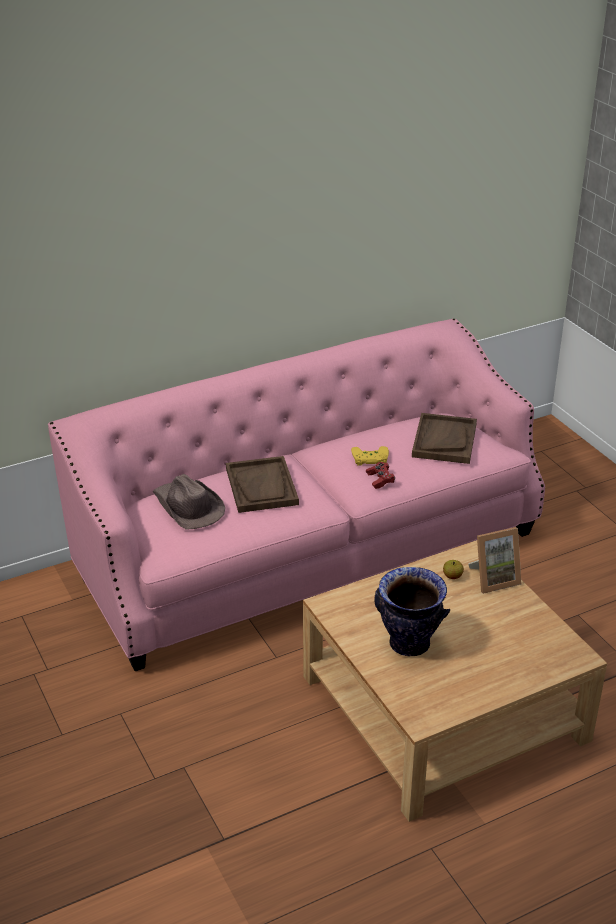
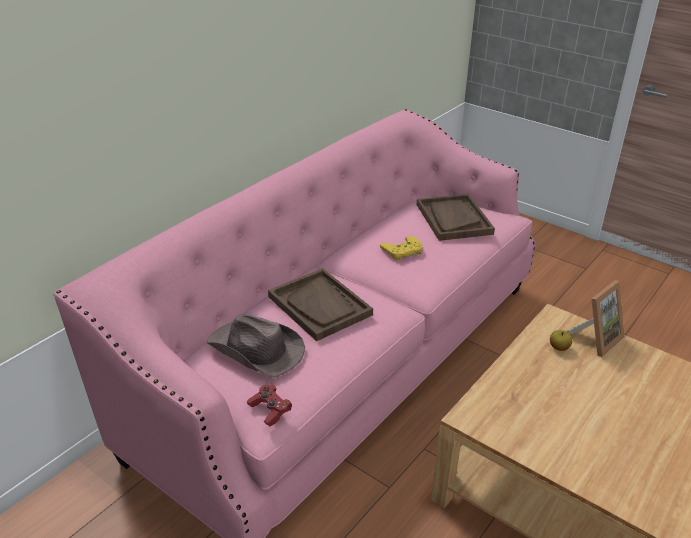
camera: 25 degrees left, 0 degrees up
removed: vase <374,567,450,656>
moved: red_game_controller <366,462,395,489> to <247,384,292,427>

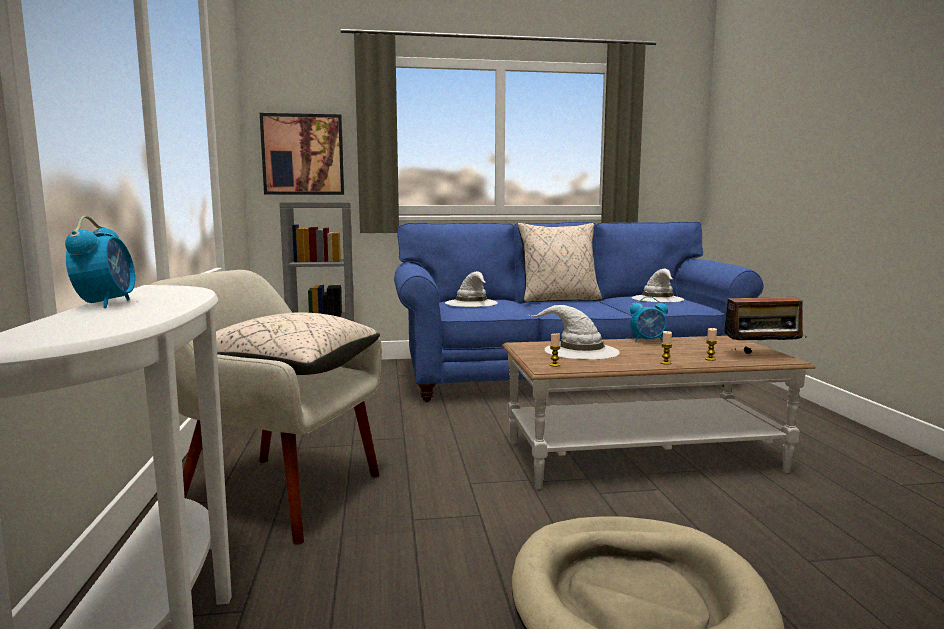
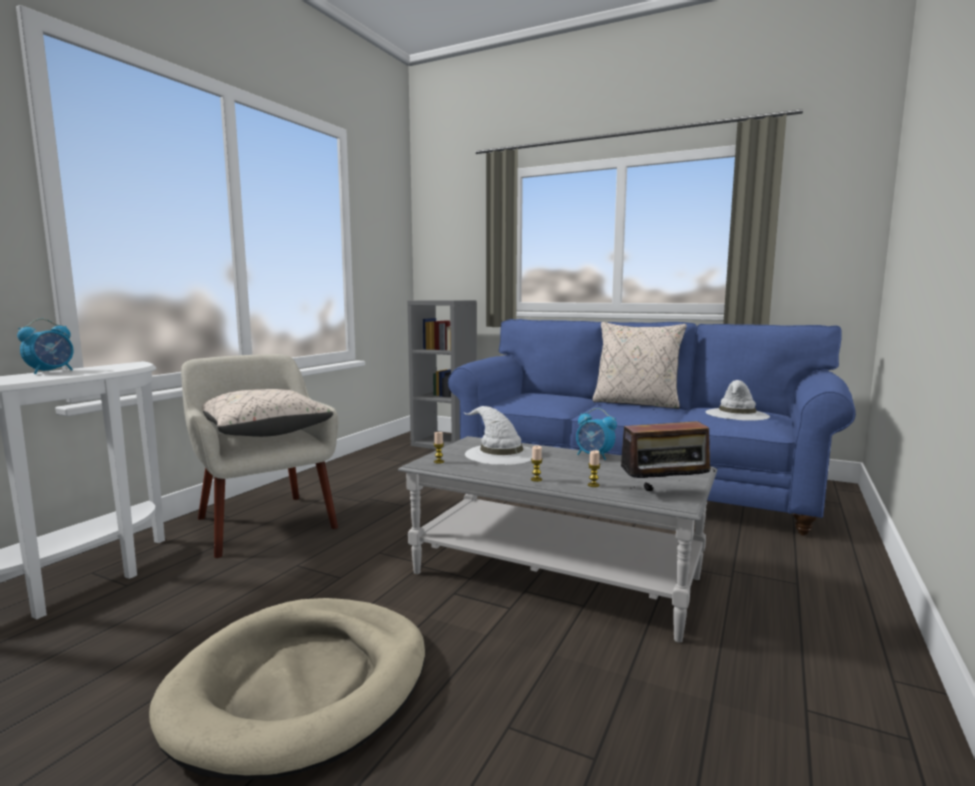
camera: 35 degrees right, 0 degrees up
removed: picture <260,113,344,195>; white_hat <445,271,498,307>
recoloured: brown_coffee_table <502,336,815,490> to grey_coffee_table <398,436,717,643>
turned: radio <719,282,808,354> = <621,409,715,491> 45 degrees counterclockwise

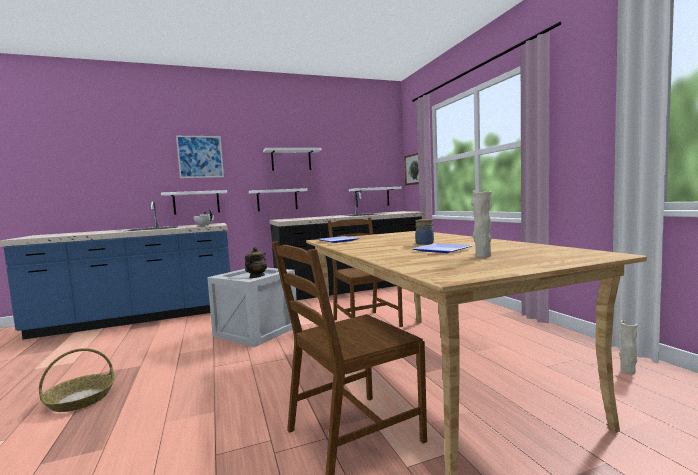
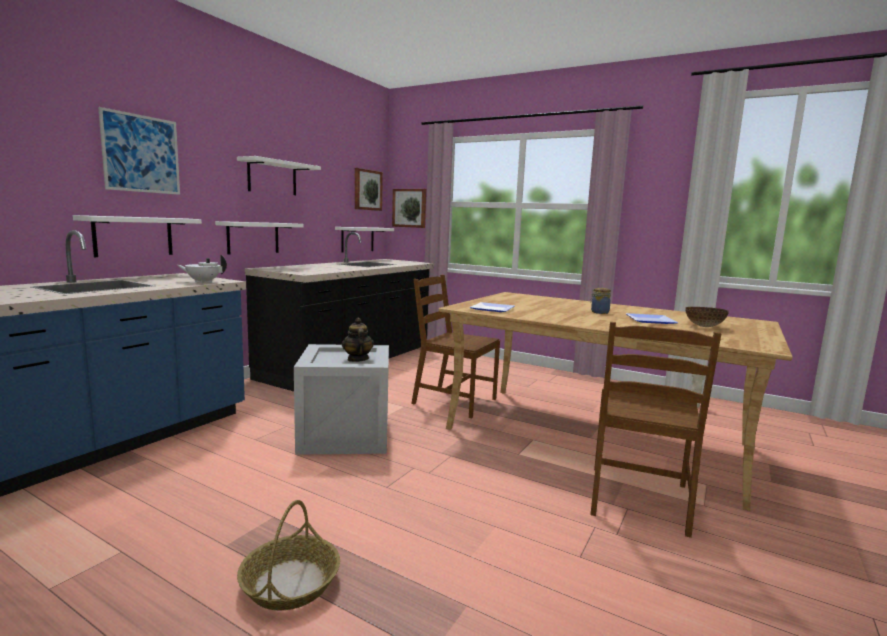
camera: 40 degrees left, 5 degrees up
added: picture <355,168,383,211>
replaced: beige_vase <471,190,492,258> to bowl <685,307,729,327>

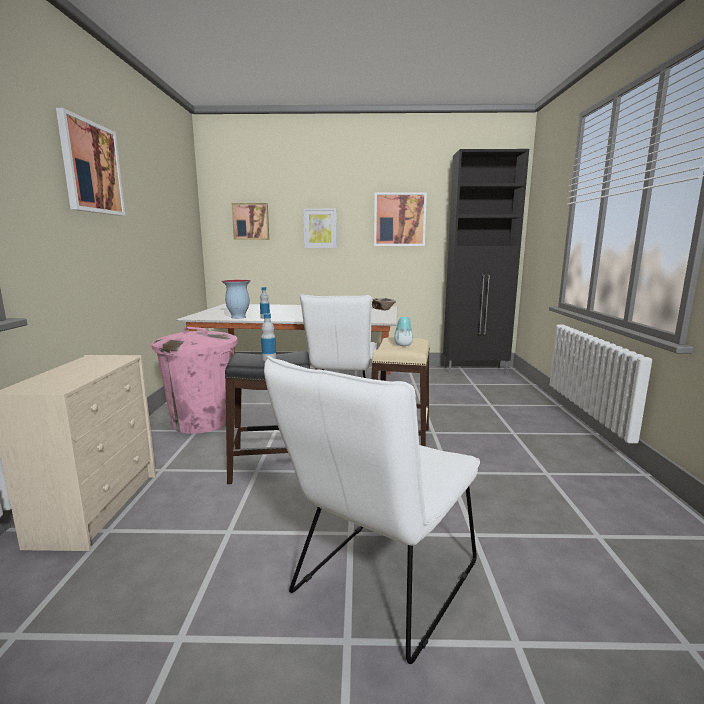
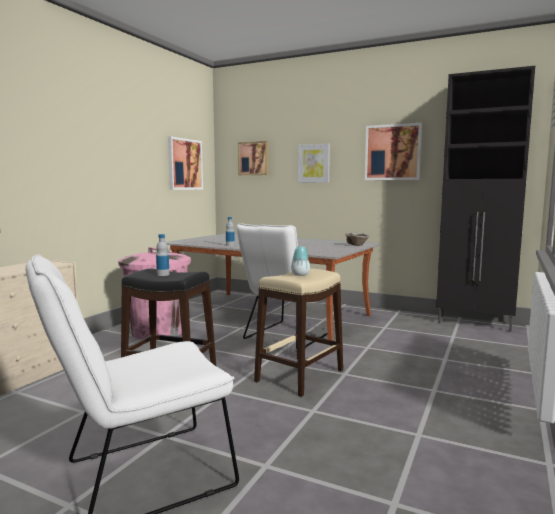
camera: 25 degrees right, 5 degrees down
removed: vase <222,280,251,319>
moved: picture <56,108,125,216> to <168,136,203,190>

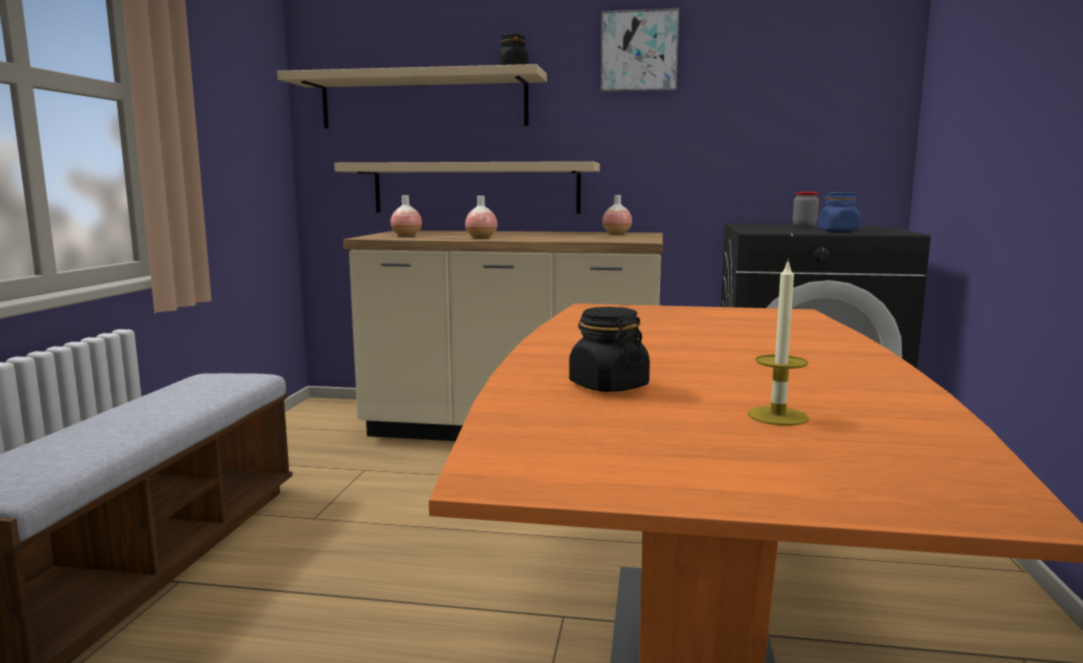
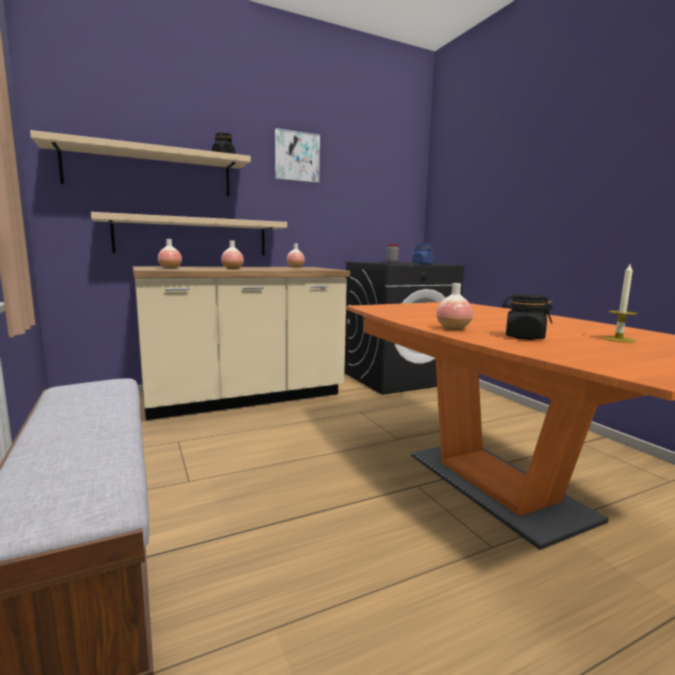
camera: 35 degrees left, 0 degrees up
added: vase <436,283,473,330>

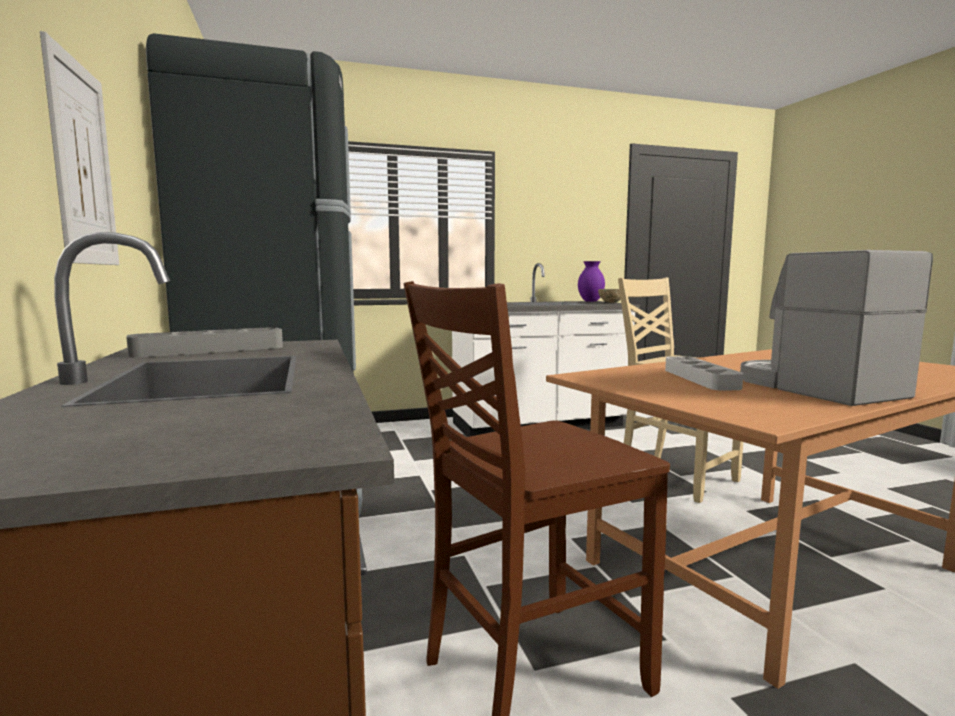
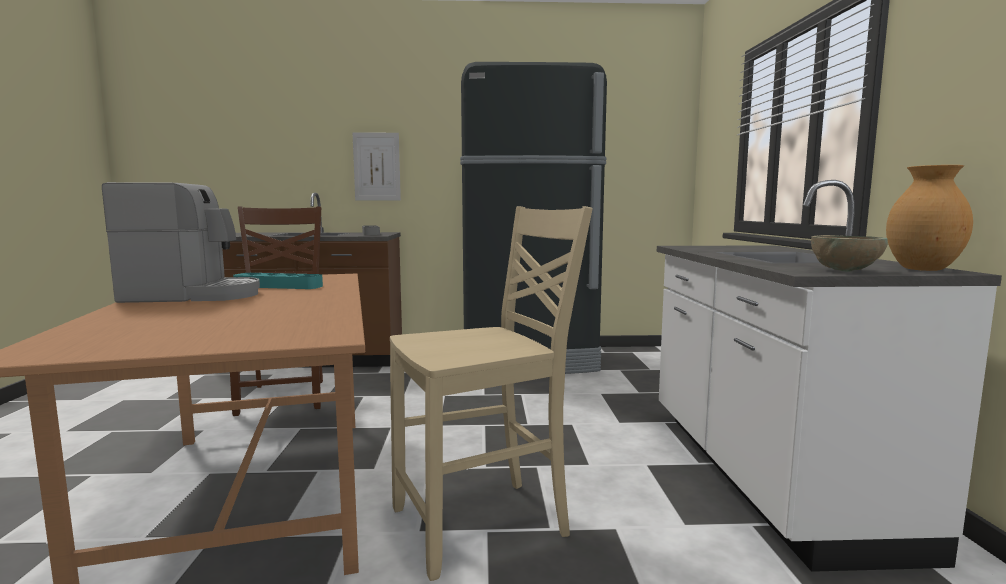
camera: 105 degrees right, 0 degrees up
recoloured: purple_vase <578,261,605,302> to brown_vase <886,165,973,271>; grey_tray <665,356,743,391> to turquoise_tray <233,273,323,289>

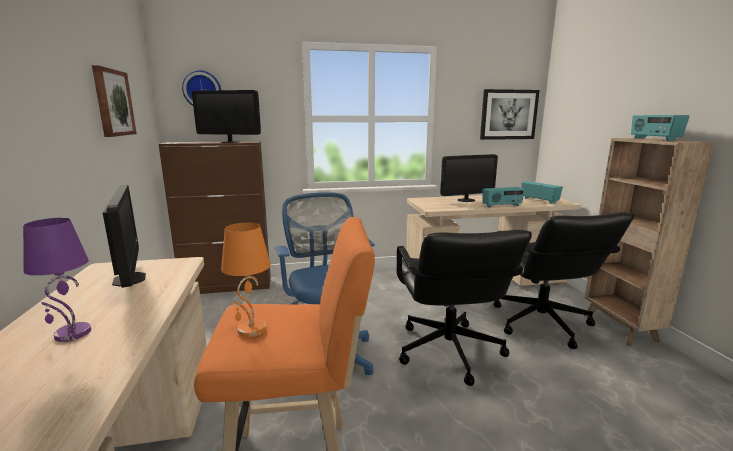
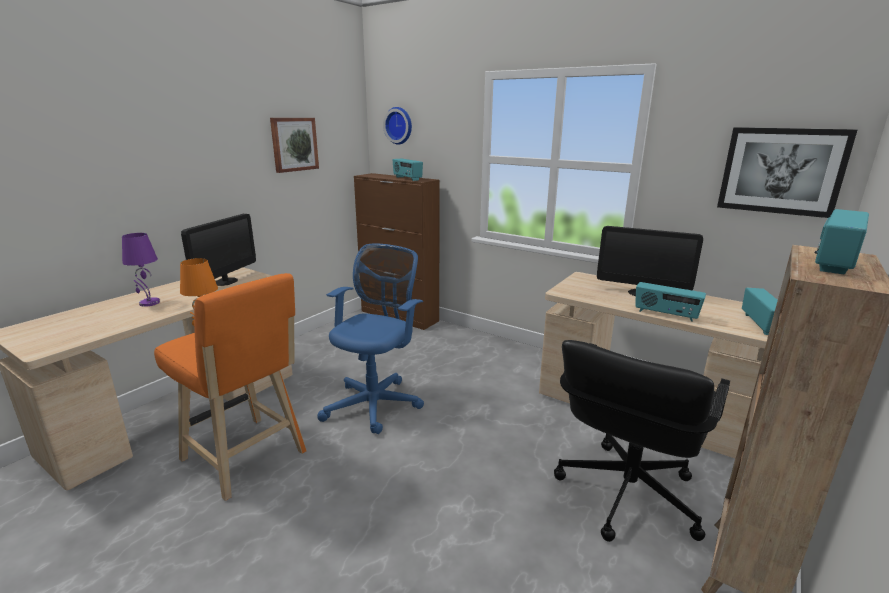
camera: 45 degrees right, 5 degrees up
removed: black_office_chair <397,230,532,386>
replaced: monitor <192,90,261,143> to radio <393,159,423,181>

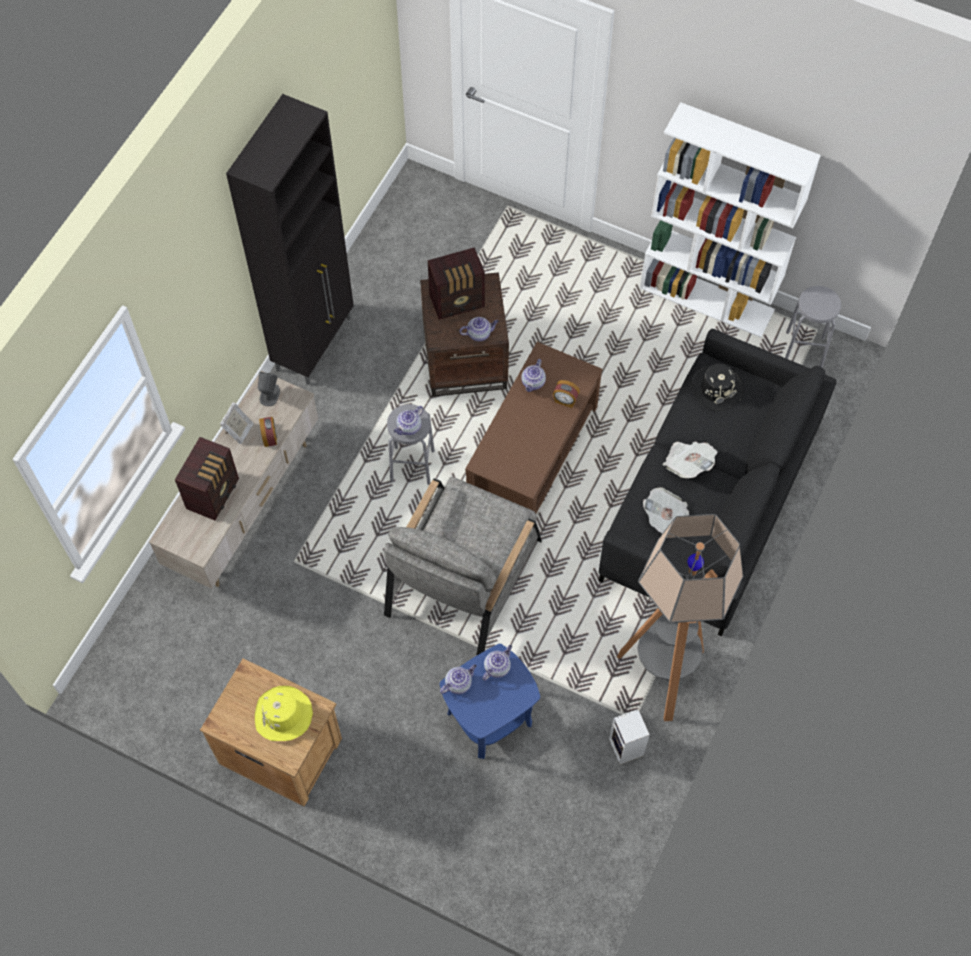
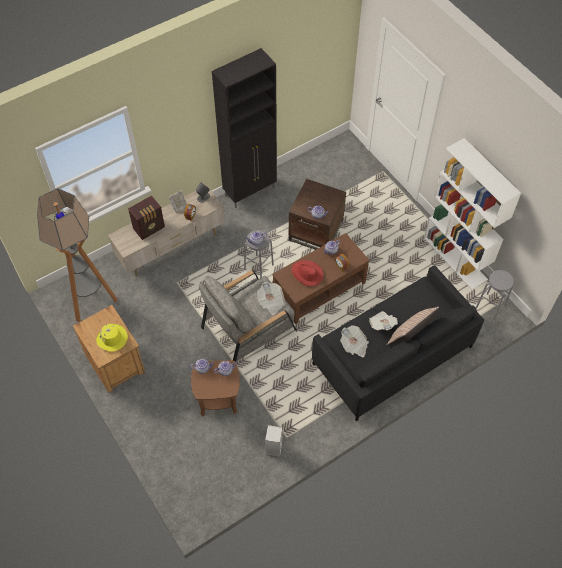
camera: 30 degrees right, 5 degrees down
removed: radio <428,247,485,320>; black_hat <691,364,743,411>
added: red_hat <291,260,323,286>; newspaper <257,282,285,315>; pillow <387,307,440,345>
moved: floor_lamp <617,514,743,721> to <37,188,117,322>
recoloured: blue_side_table <440,644,540,759> to brown_side_table <191,360,240,417>

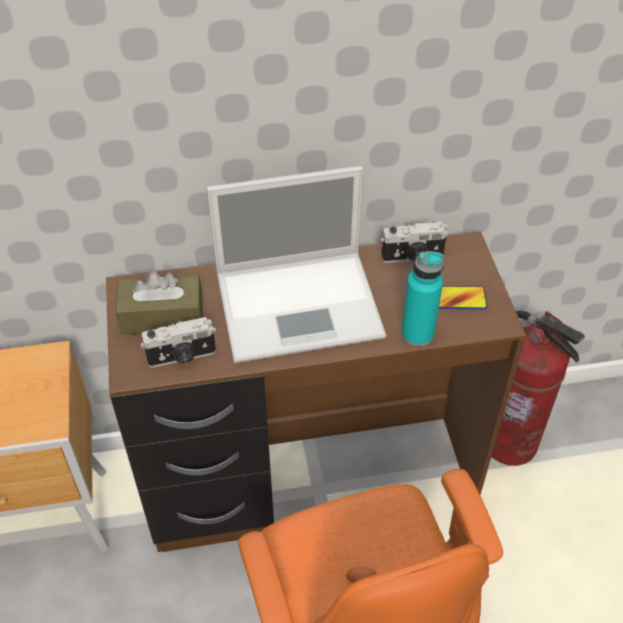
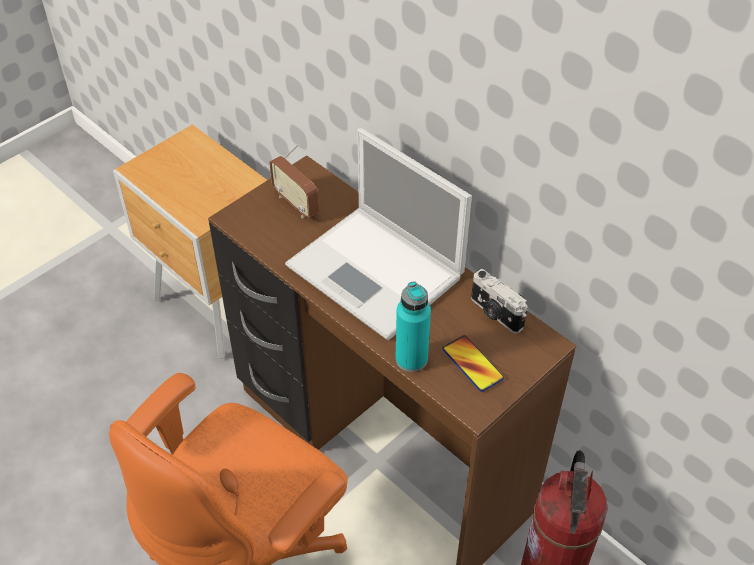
camera: 55 degrees right, 0 degrees up
removed: photo_camera <141,317,216,368>
replaced: brown_tissue_box <115,271,203,335> to radio <269,144,319,219>

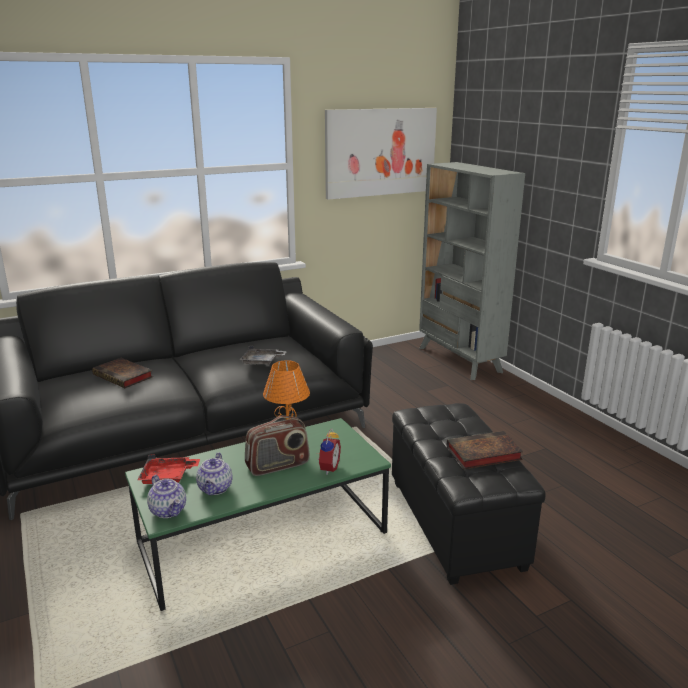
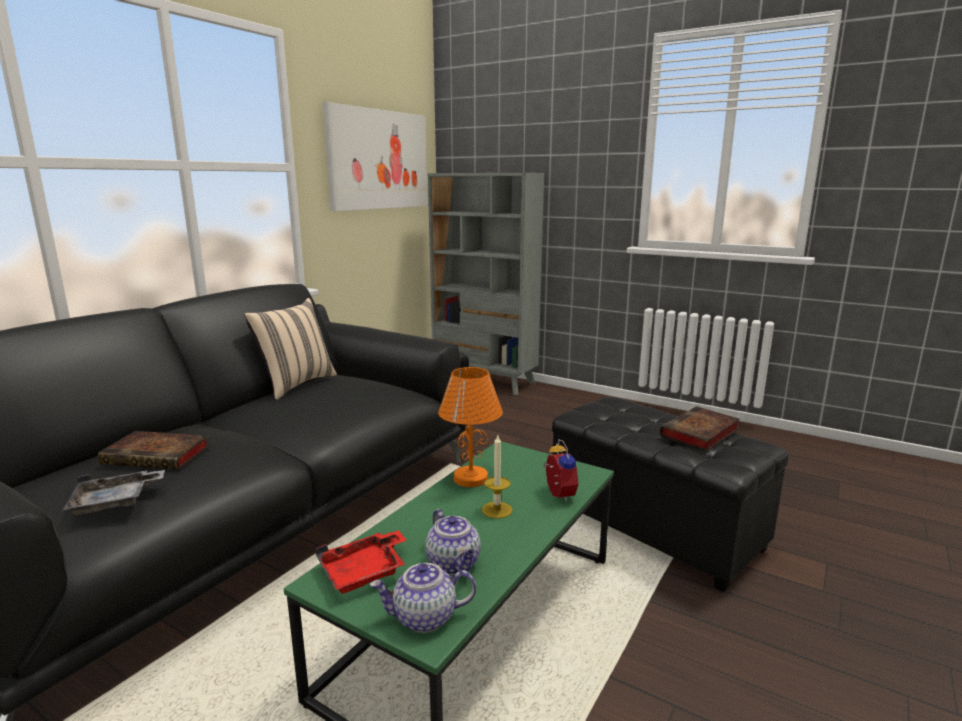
camera: 30 degrees left, 5 degrees down
added: beige_pillow <244,298,337,400>
moved: grey_tray <240,346,287,365> to <63,470,165,515>
replaced: radio <245,416,310,476> to candle <482,435,512,518>
turned: teapot <147,475,186,518> = <370,563,476,633> 150 degrees clockwise

